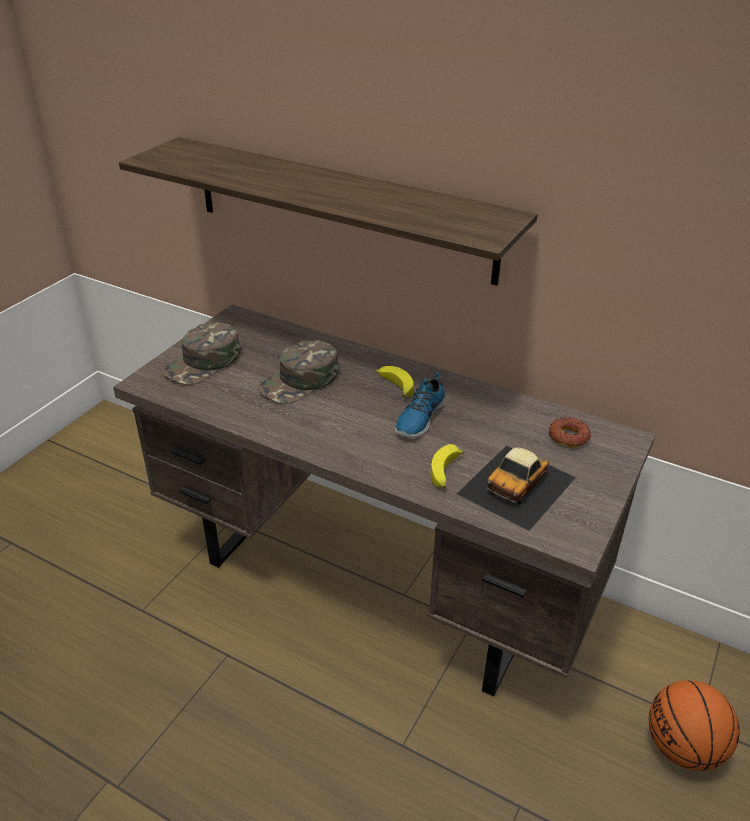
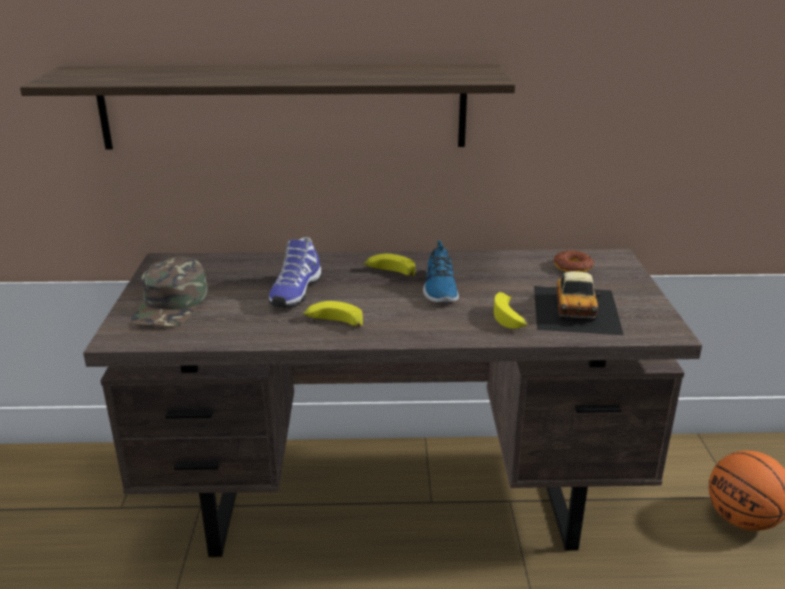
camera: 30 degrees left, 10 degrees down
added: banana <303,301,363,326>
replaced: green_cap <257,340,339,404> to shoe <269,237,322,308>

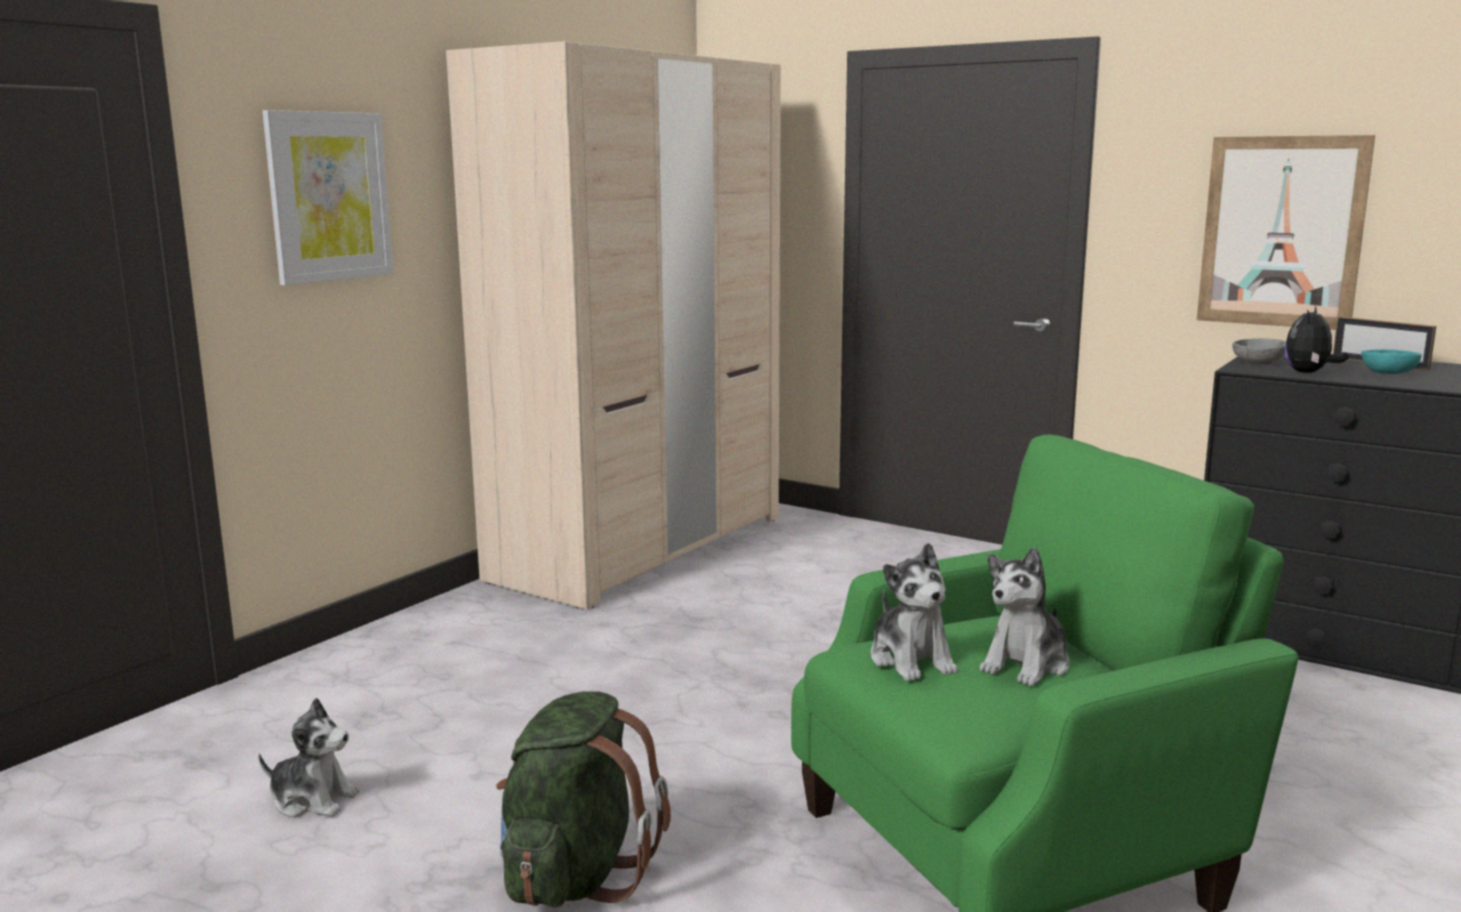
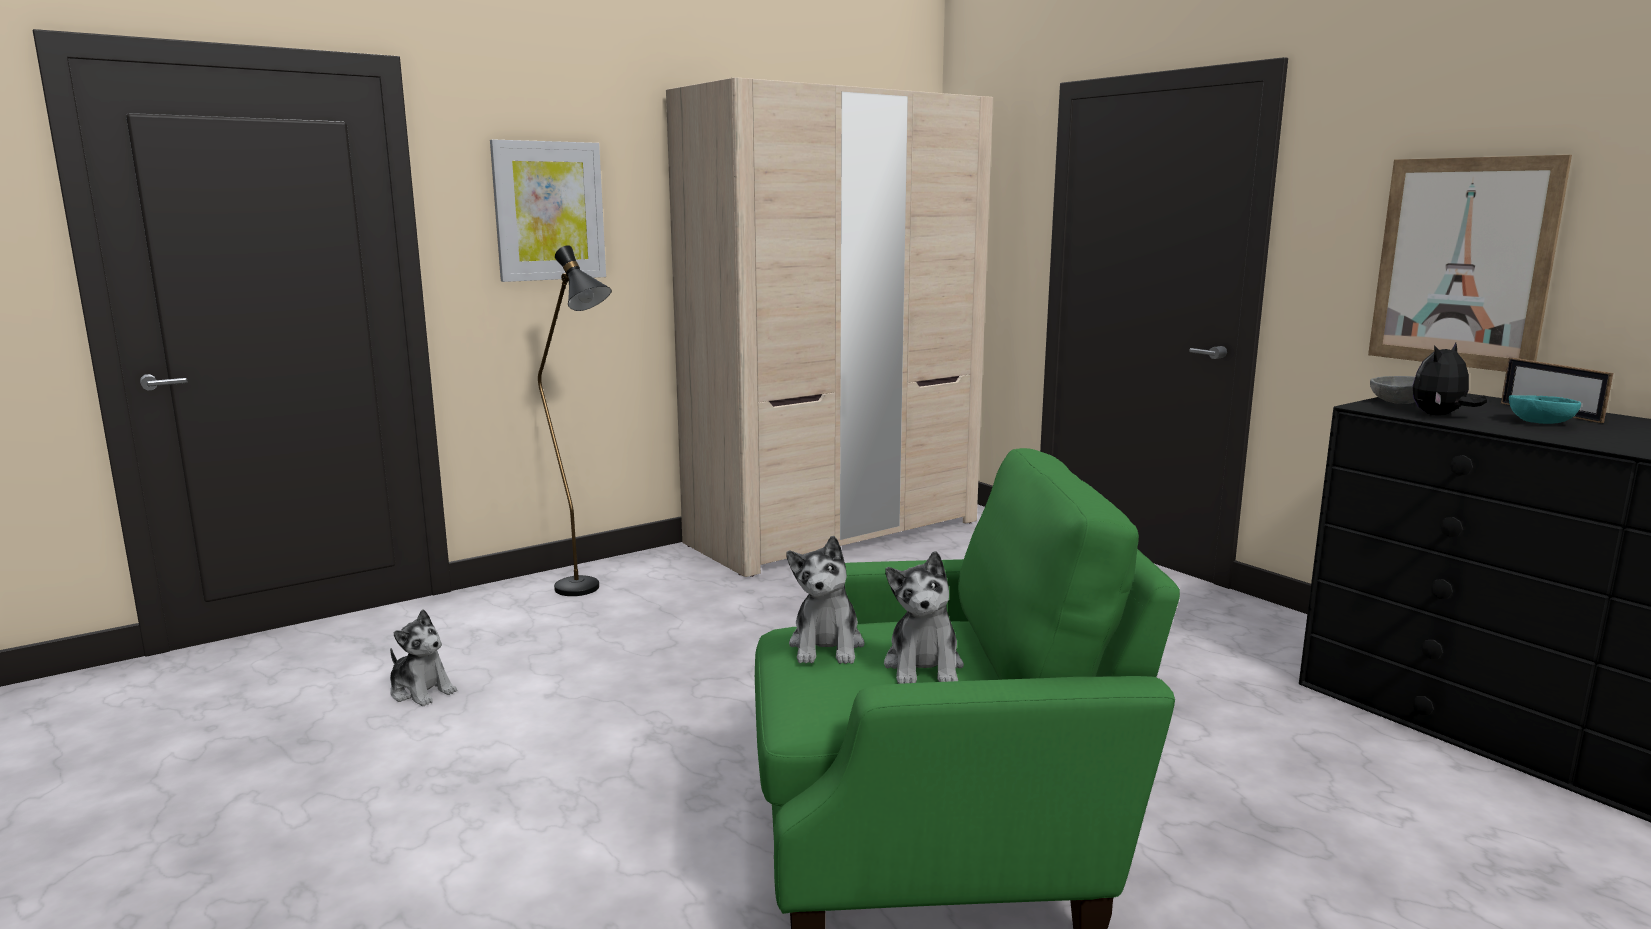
camera: 20 degrees right, 0 degrees up
removed: green_backpack <496,691,671,907>
added: black_floor_lamp <538,245,612,596>
turned: plush_toy <979,547,1070,686> = <884,551,964,684> 60 degrees counterclockwise

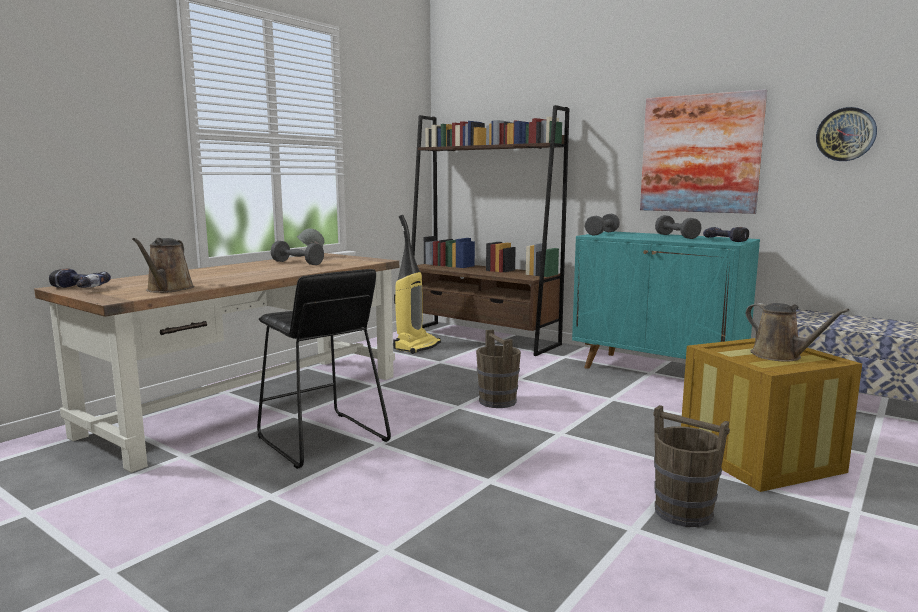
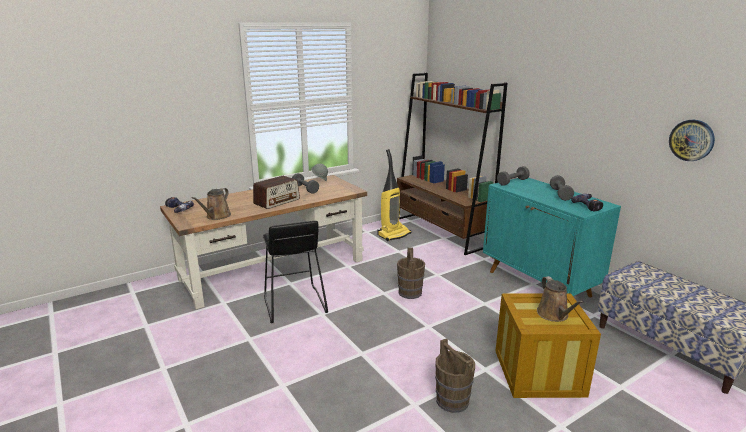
camera: 20 degrees right, 10 degrees up
removed: picture <640,89,767,214>
added: radio <253,176,300,209>

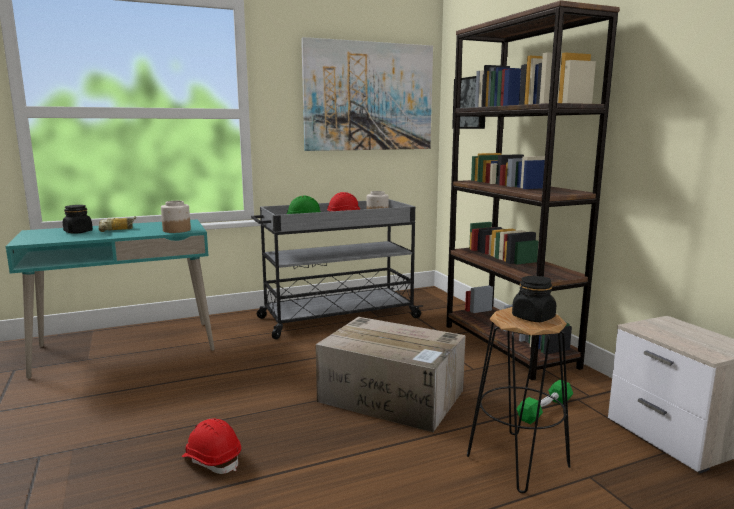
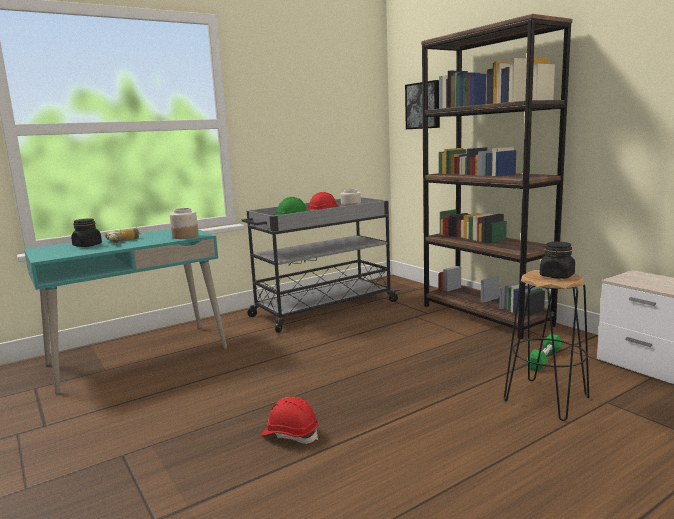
camera: 10 degrees left, 0 degrees up
removed: picture <301,37,433,151>; cardboard_box <316,317,465,432>

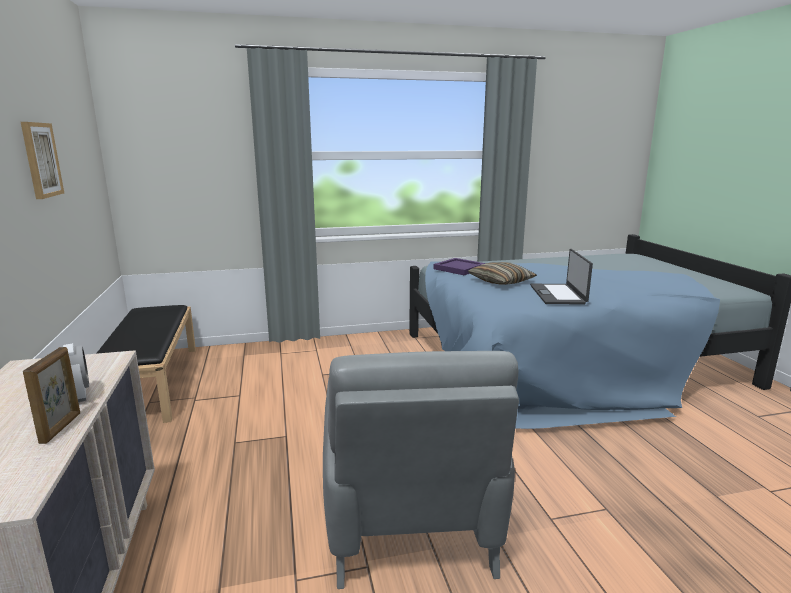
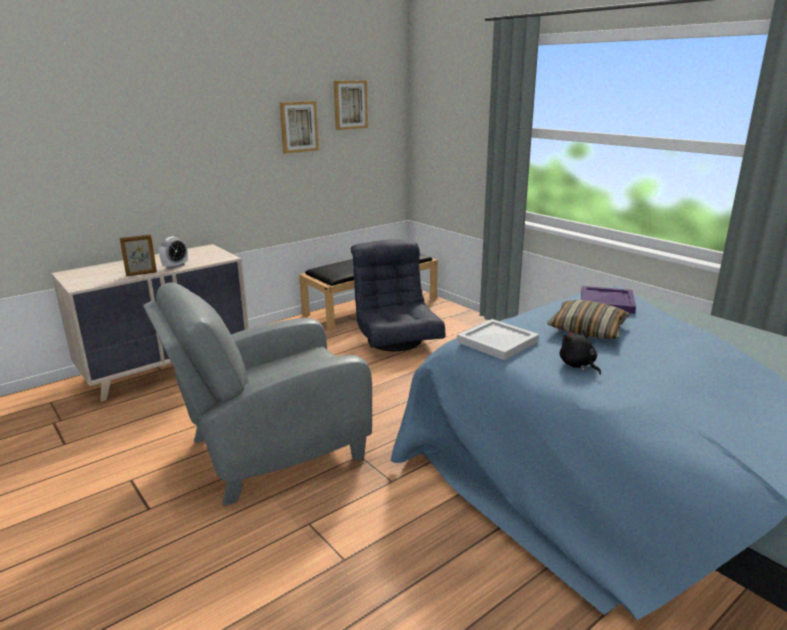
camera: 65 degrees right, 5 degrees up
added: picture <334,80,368,130>; grey_armchair <351,240,446,351>; white_tray <457,319,539,360>
replaced: laptop <530,249,593,304> to black_plush_toy <559,330,601,375>

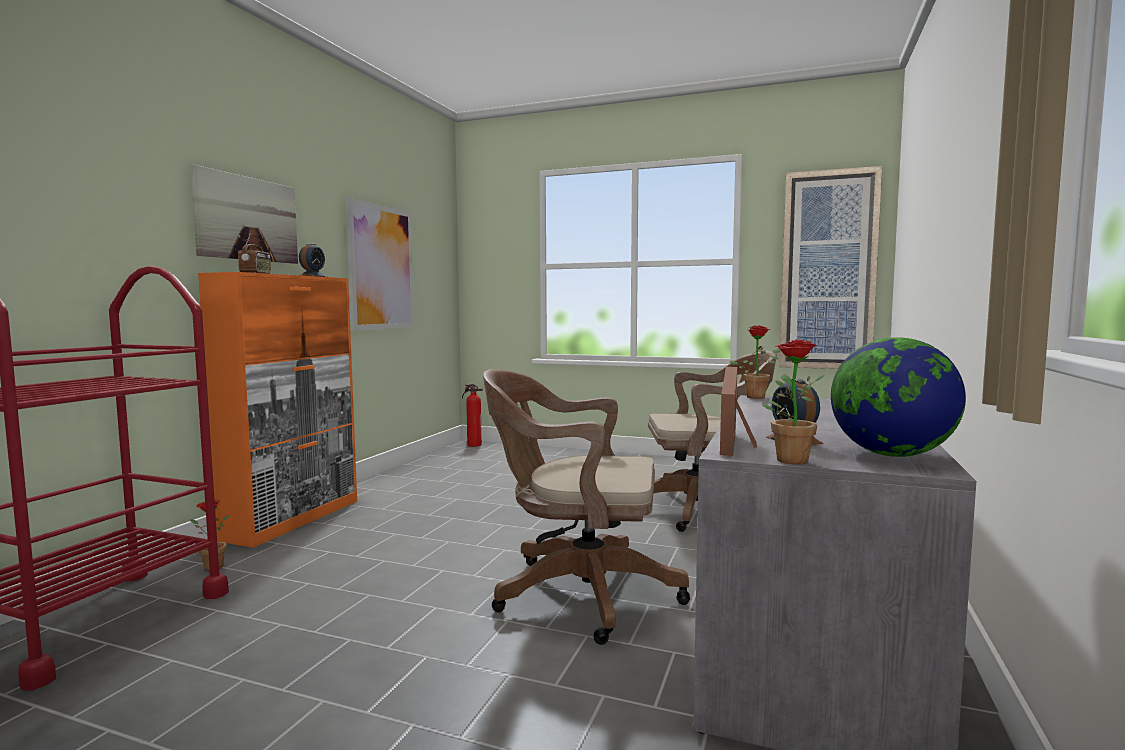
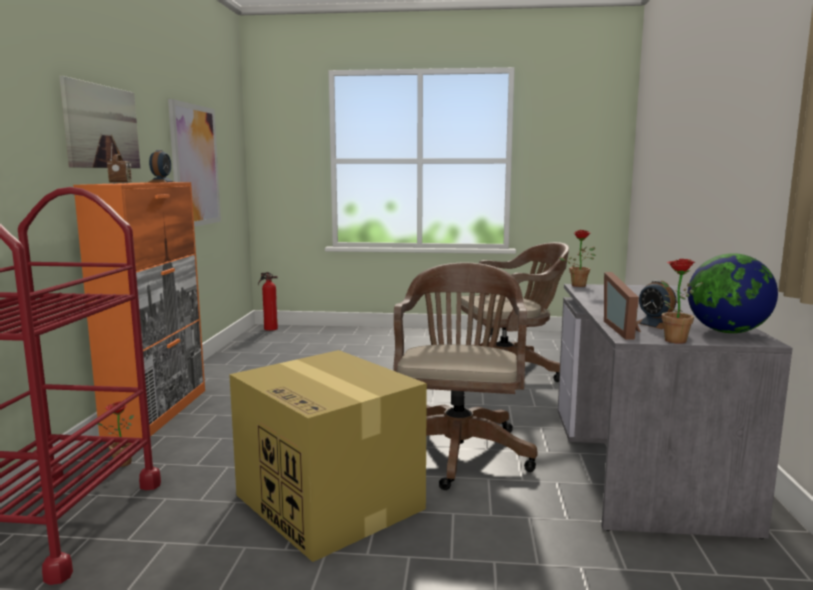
camera: 15 degrees left, 5 degrees up
removed: picture <779,166,882,369>
added: cardboard_box <229,350,427,562>
turned: brown_office_chair <483,369,690,645> = <393,263,538,490> 105 degrees clockwise

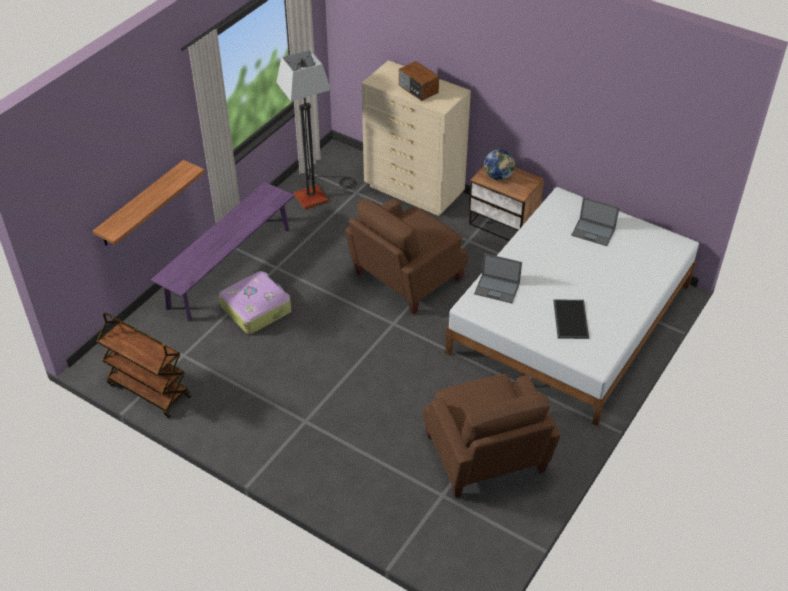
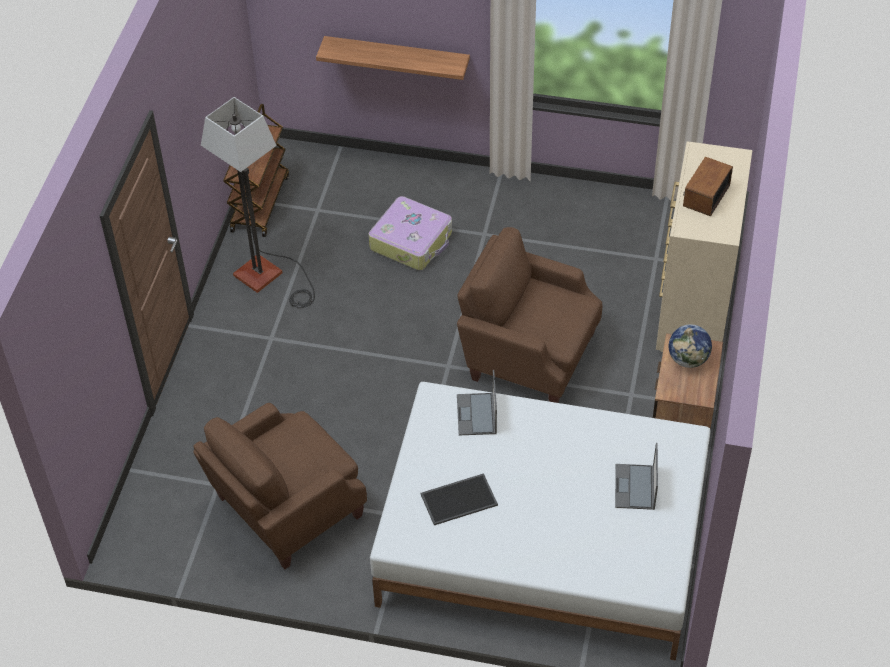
camera: 70 degrees right, 5 degrees up
removed: purple_bench <151,182,294,321>
moved: floor_lamp <276,50,356,209> to <201,97,315,308>

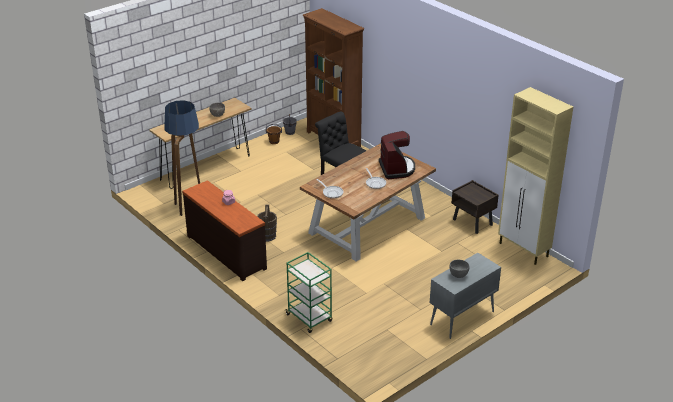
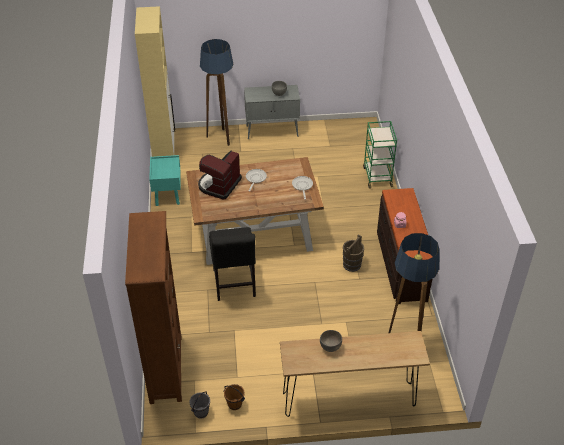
camera: 145 degrees left, 10 degrees up
added: floor_lamp <200,39,233,146>
recoloured: brown_nightstand <452,180,499,234> to turquoise_nightstand <149,155,181,206>

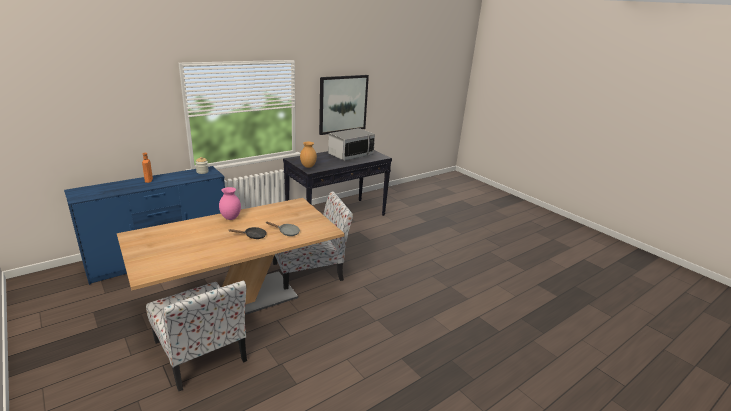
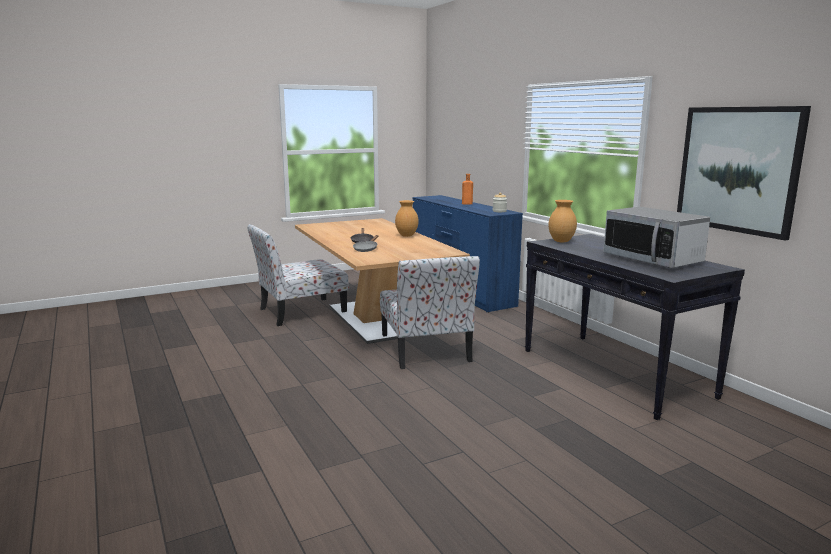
camera: 100 degrees right, 10 degrees down
recoloured: pink_vase <219,187,241,220> to brown_vase <395,200,419,237>

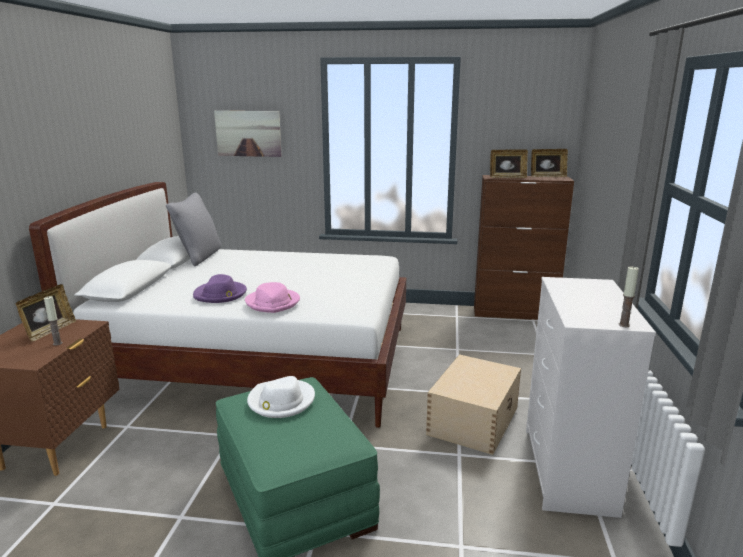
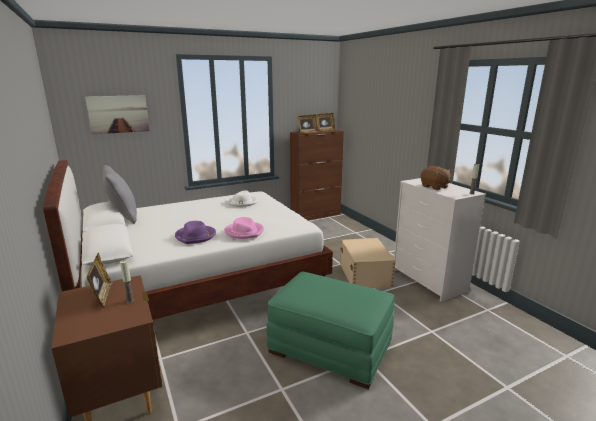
camera: 35 degrees left, 0 degrees up
added: brown_plush_toy <421,166,451,190>
moved: white_hat <247,376,315,418> to <225,190,258,207>

